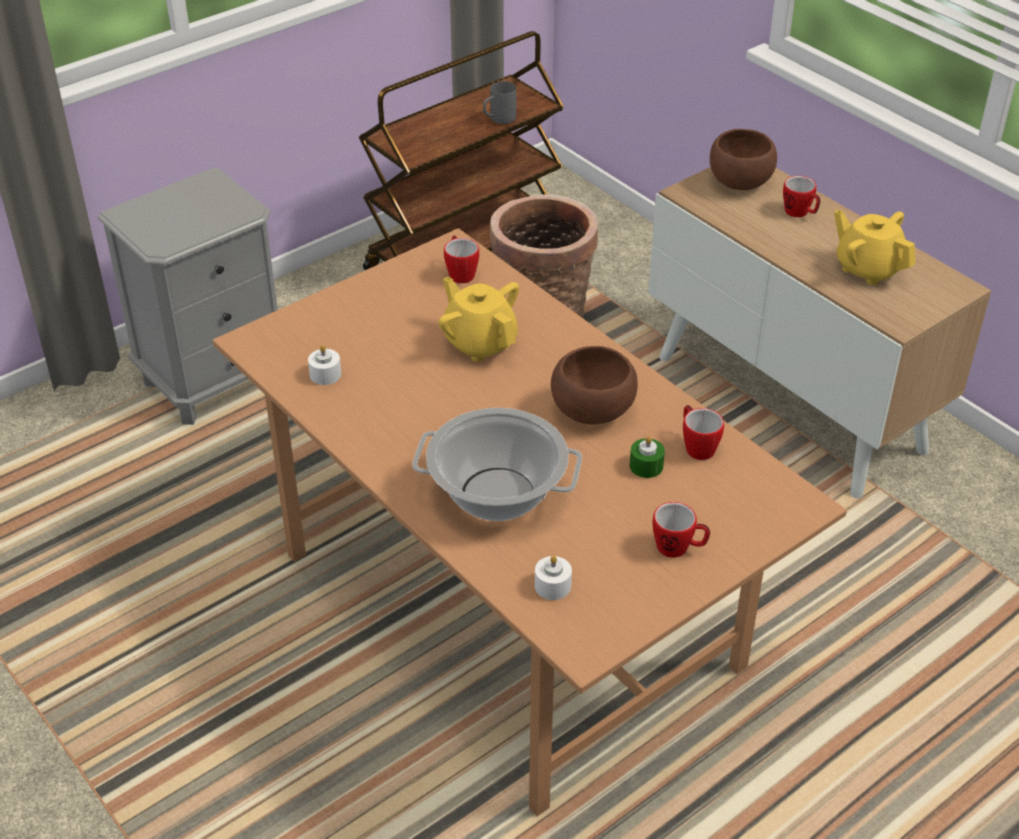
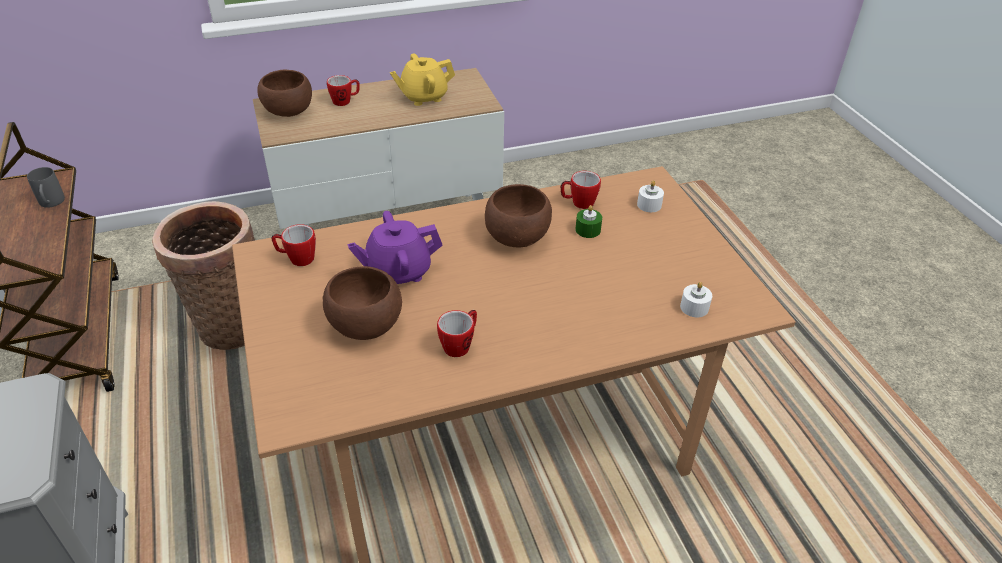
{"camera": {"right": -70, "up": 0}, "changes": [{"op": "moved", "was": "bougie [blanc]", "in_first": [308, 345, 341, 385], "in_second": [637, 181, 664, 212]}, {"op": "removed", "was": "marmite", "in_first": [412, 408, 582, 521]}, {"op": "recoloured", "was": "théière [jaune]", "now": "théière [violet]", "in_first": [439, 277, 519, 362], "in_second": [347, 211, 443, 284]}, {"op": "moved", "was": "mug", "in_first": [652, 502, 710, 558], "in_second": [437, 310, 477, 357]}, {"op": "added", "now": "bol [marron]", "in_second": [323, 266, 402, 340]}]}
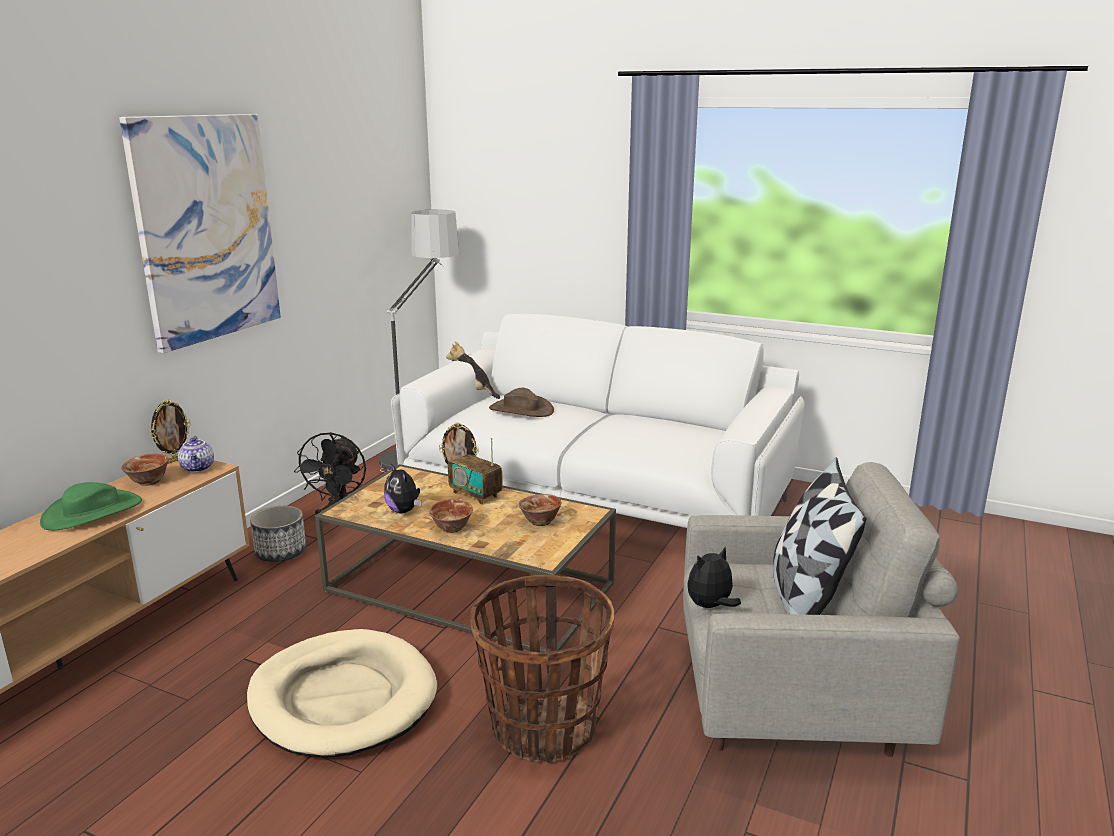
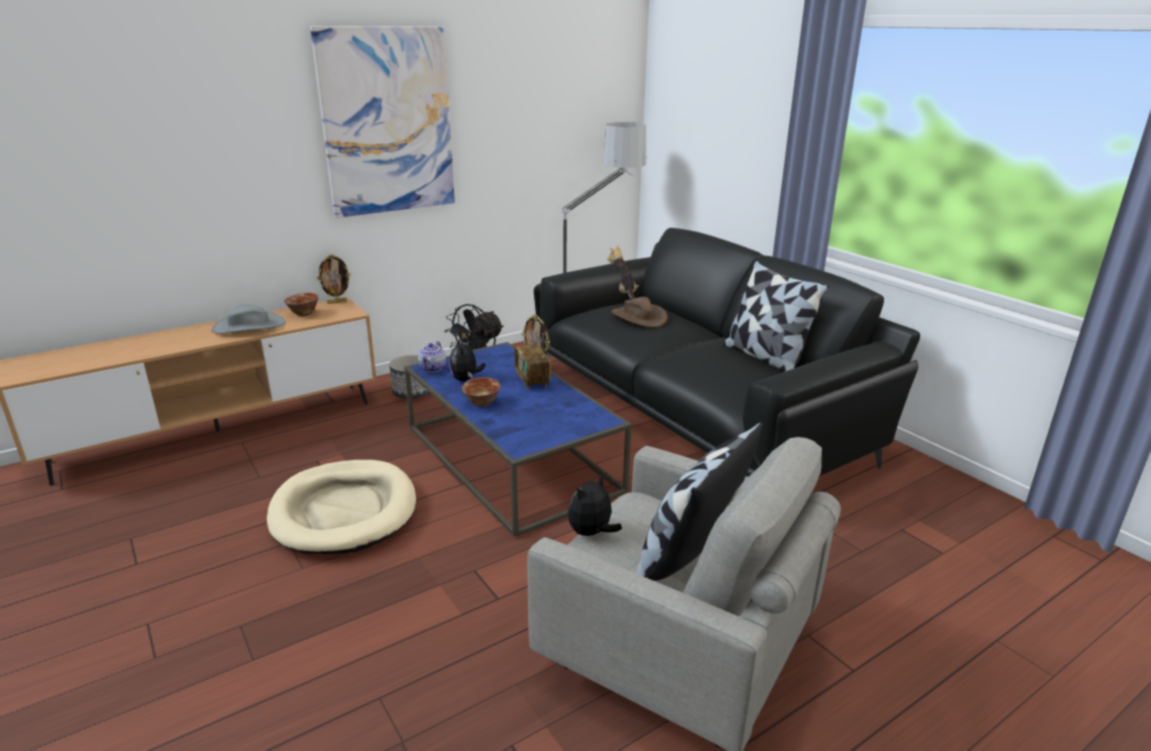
{"camera": {"right": 30, "up": 5}, "changes": [{"op": "recoloured", "was": "chapeau [vert]", "now": "chapeau [gris]", "in_first": [40, 482, 142, 530], "in_second": [211, 304, 286, 334]}, {"op": "moved", "was": "théière", "in_first": [178, 436, 214, 473], "in_second": [418, 341, 446, 372]}, {"op": "recoloured", "was": "table basse [marron]", "now": "table basse [bleu]", "in_first": [315, 464, 616, 652], "in_second": [404, 342, 631, 537]}, {"op": "recoloured", "was": "canapé [blanc]", "now": "canapé [noir]", "in_first": [391, 314, 804, 528], "in_second": [534, 228, 920, 477]}, {"op": "removed", "was": "panier", "in_first": [470, 575, 614, 763]}, {"op": "removed", "was": "bol", "in_first": [519, 494, 561, 526]}, {"op": "turned", "was": "peluche", "in_first": [688, 547, 741, 608], "in_second": [568, 474, 622, 536], "clockwise": -45}, {"op": "added", "now": "coussin", "in_second": [724, 261, 829, 372]}]}
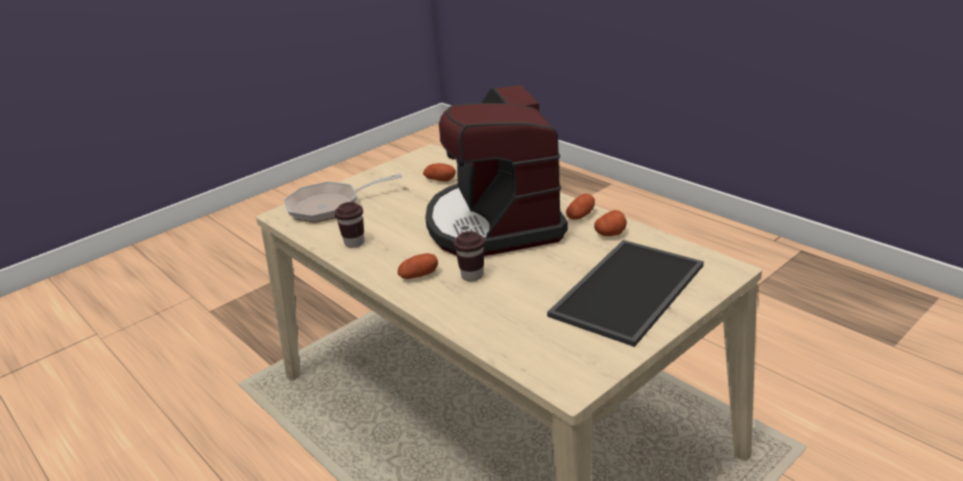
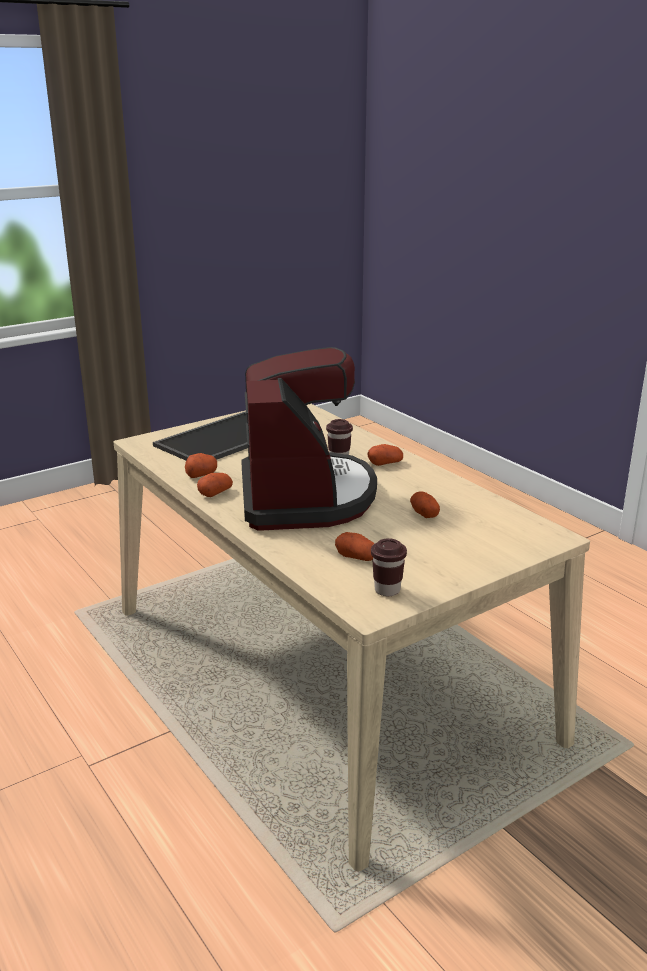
{"camera": {"right": -175, "up": -5}, "changes": [{"op": "removed", "was": "poêle", "in_first": [284, 173, 403, 222]}, {"op": "moved", "was": "tasse [marron]", "in_first": [334, 202, 365, 248], "in_second": [371, 538, 407, 596]}, {"op": "added", "now": "pomme de terre", "in_second": [410, 491, 440, 518]}]}
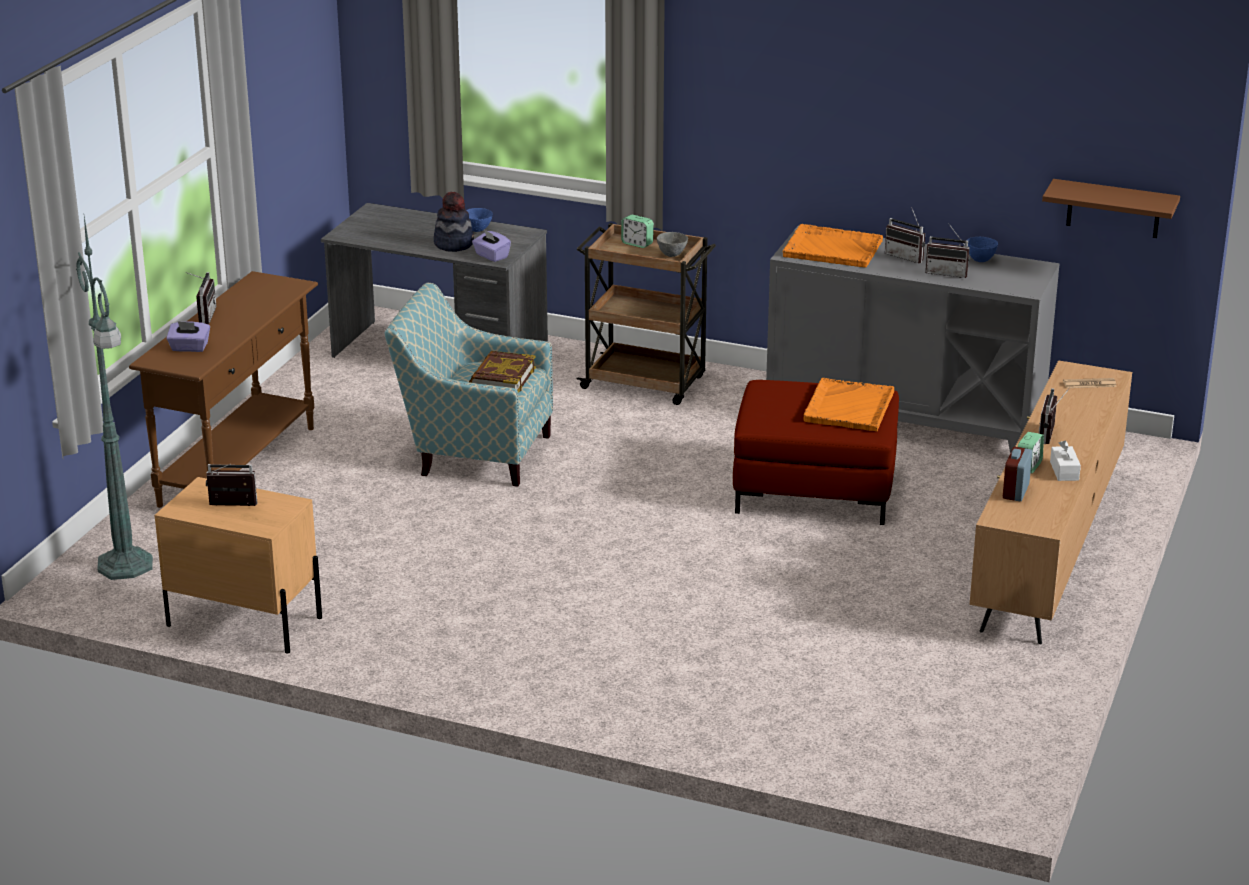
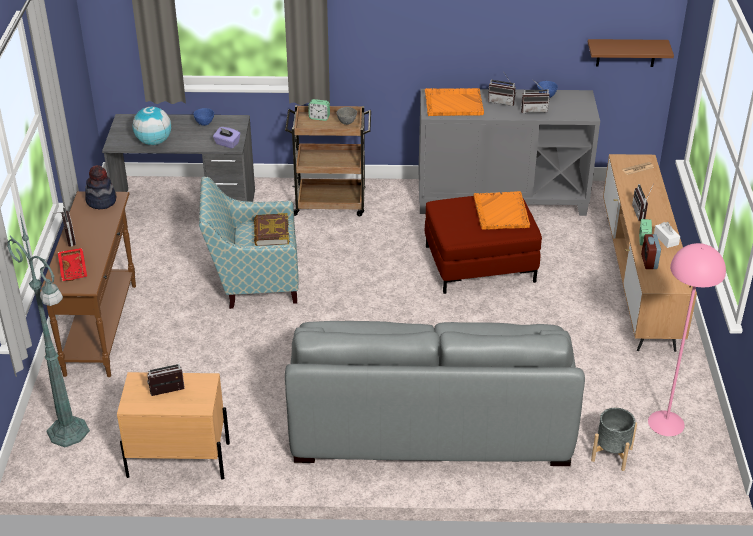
{"camera": {"right": -20, "up": 10}, "changes": [{"op": "replaced", "was": "boîte à mouchoirs [violet]", "now": "plateau [rouge]", "in_first": [166, 321, 210, 352], "in_second": [58, 248, 87, 281]}, {"op": "moved", "was": "chapeau", "in_first": [434, 192, 474, 252], "in_second": [85, 165, 116, 209]}, {"op": "added", "now": "globe", "in_second": [133, 107, 171, 145]}, {"op": "added", "now": "canapé [gris]", "in_second": [285, 321, 585, 466]}, {"op": "added", "now": "cache-pot [gris]", "in_second": [591, 408, 637, 471]}, {"op": "added", "now": "lampadaire [rose]", "in_second": [648, 243, 726, 436]}]}
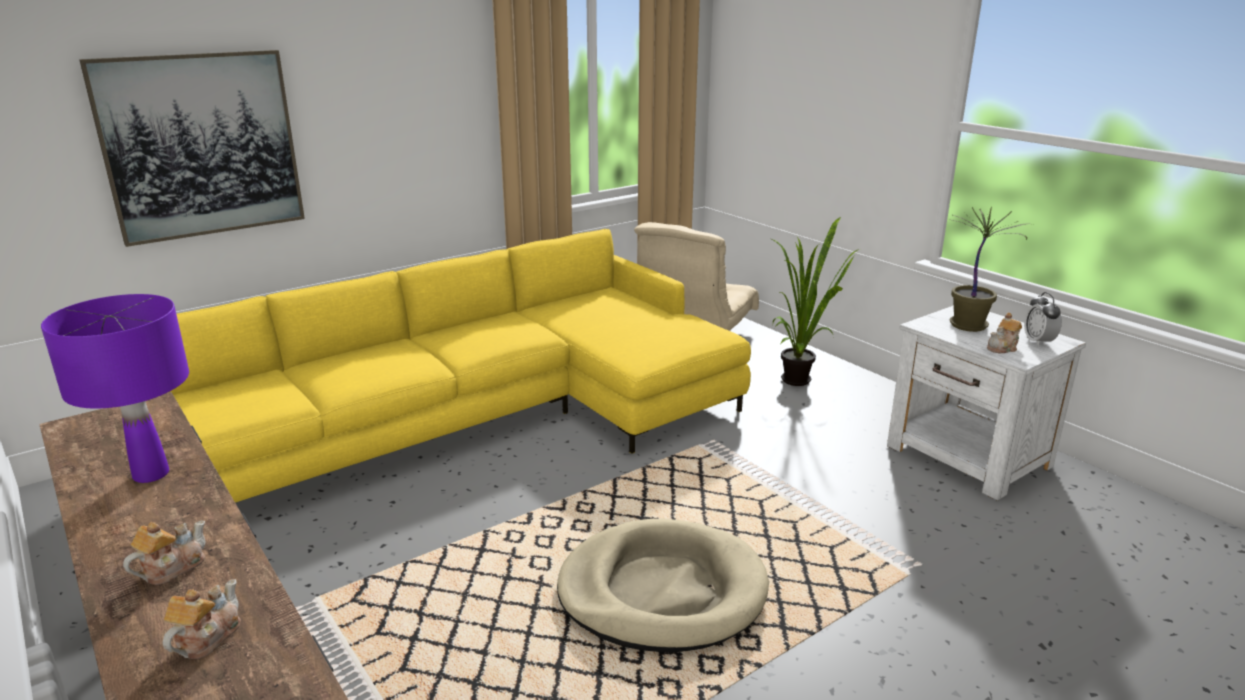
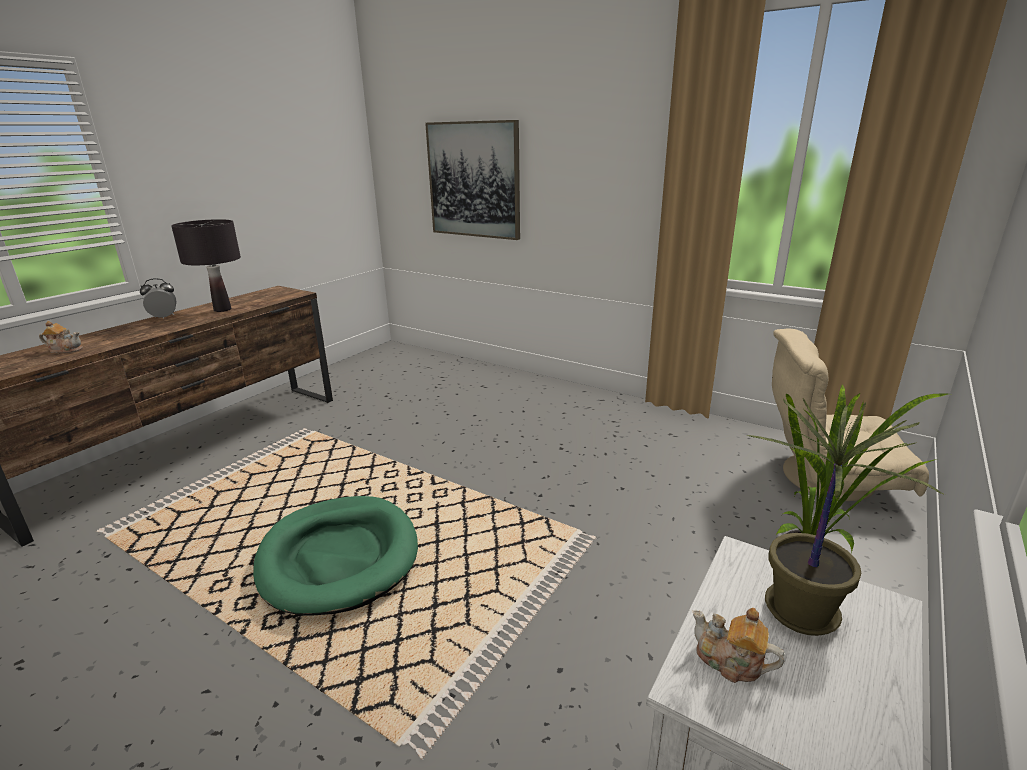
{"camera": {"right": 70, "up": 0}, "changes": [{"op": "recoloured", "was": "lampe de table [violet]", "now": "lampe de table [noir]", "in_first": [41, 294, 189, 483], "in_second": [171, 219, 241, 312]}, {"op": "removed", "was": "théière", "in_first": [123, 520, 205, 585]}, {"op": "removed", "was": "canapé [jaune]", "in_first": [170, 229, 751, 503]}, {"op": "recoloured", "was": "panier pour chien [beige]", "now": "panier pour chien [vert]", "in_first": [557, 519, 769, 652], "in_second": [253, 496, 418, 616]}, {"op": "moved", "was": "réveil", "in_first": [1024, 292, 1062, 346], "in_second": [140, 278, 177, 318]}]}
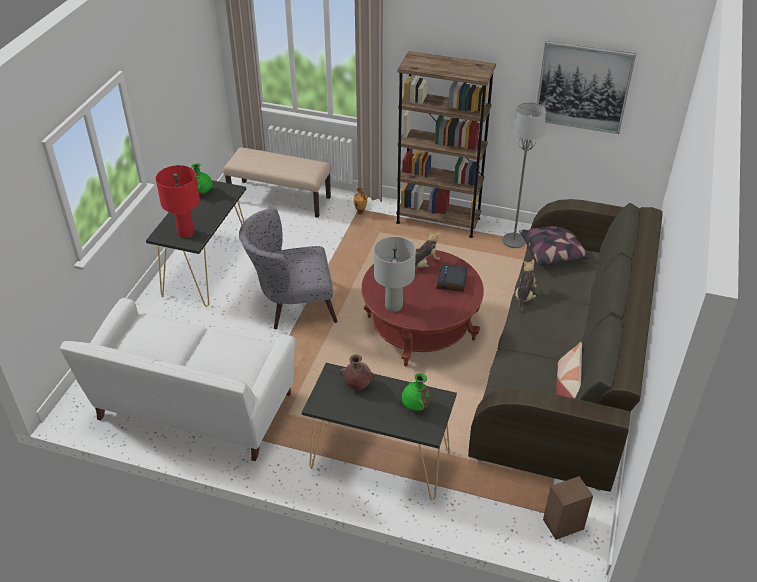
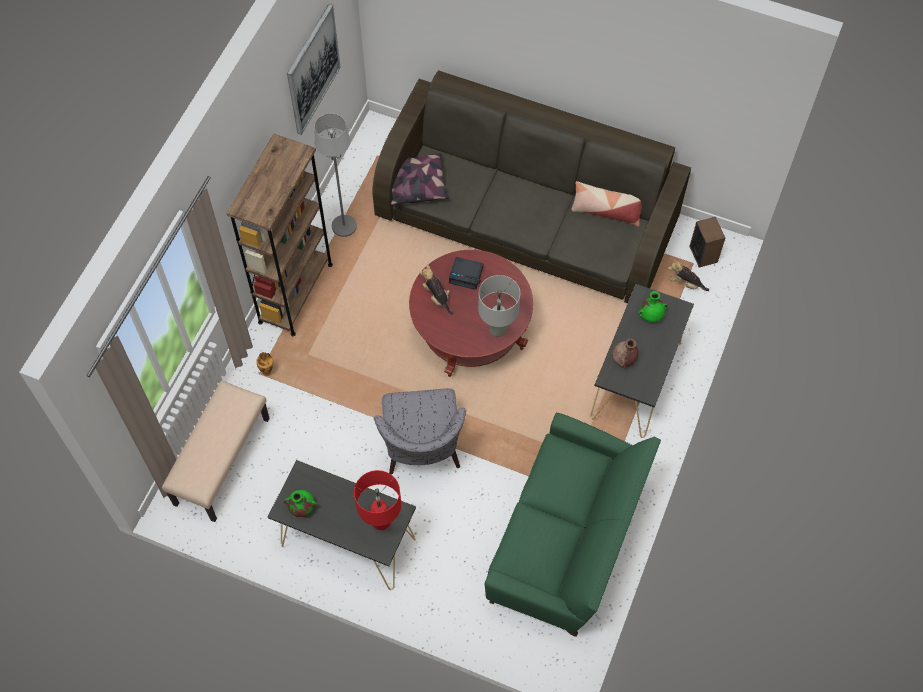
{"camera": {"right": -85, "up": 20}, "changes": [{"op": "recoloured", "was": "canapé [blanc]", "now": "canapé [vert]", "in_first": [60, 298, 295, 461], "in_second": [484, 412, 661, 637]}, {"op": "moved", "was": "peluche", "in_first": [515, 259, 536, 313], "in_second": [668, 259, 709, 291]}]}
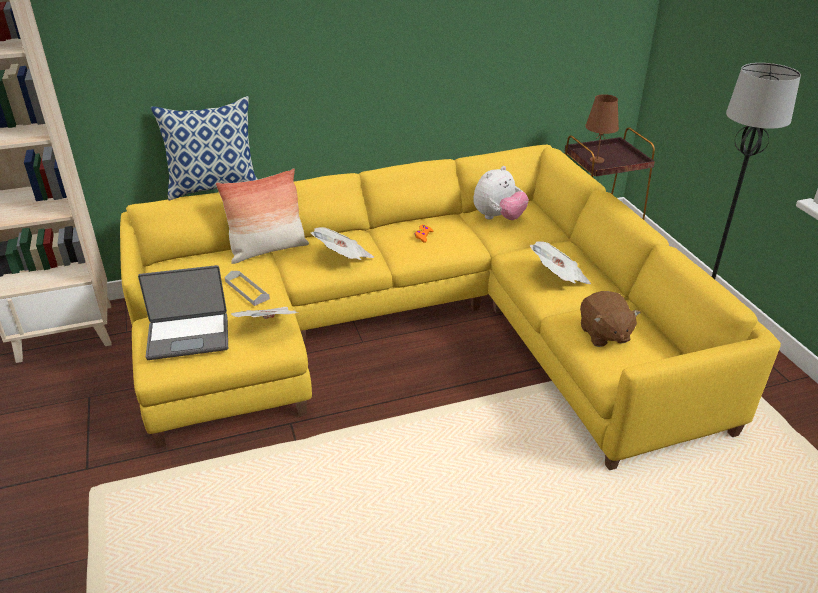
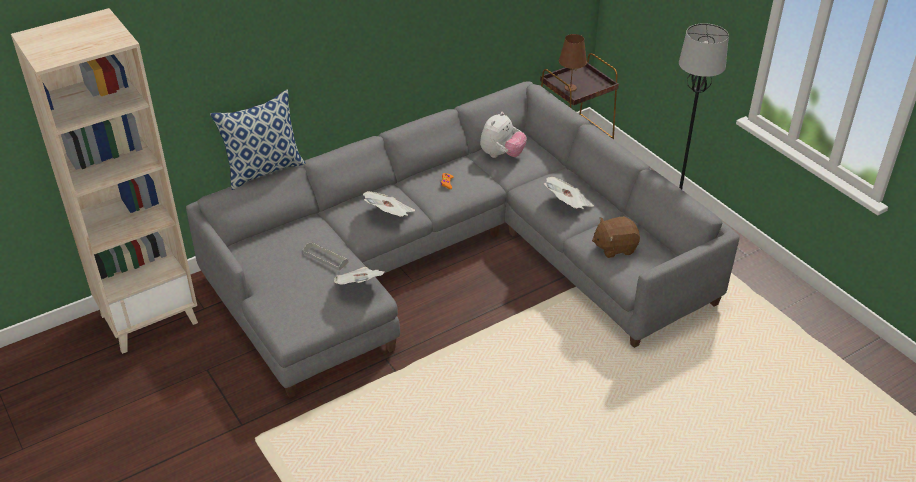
{"camera": {"right": -15, "up": 5}, "changes": [{"op": "recoloured", "was": "canapé [jaune]", "now": "canapé [gris]", "in_first": [120, 145, 781, 470], "in_second": [186, 81, 740, 398]}, {"op": "removed", "was": "ordinateur portable", "in_first": [138, 265, 228, 360]}, {"op": "removed", "was": "coussin", "in_first": [216, 168, 309, 264]}, {"op": "turned", "was": "peluche [marron]", "in_first": [580, 291, 641, 347], "in_second": [592, 217, 640, 258], "clockwise": 105}]}
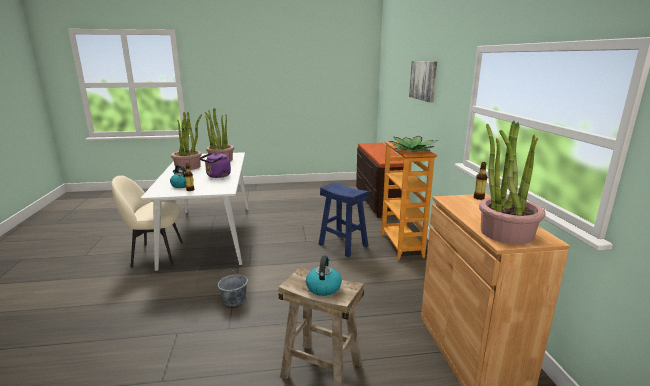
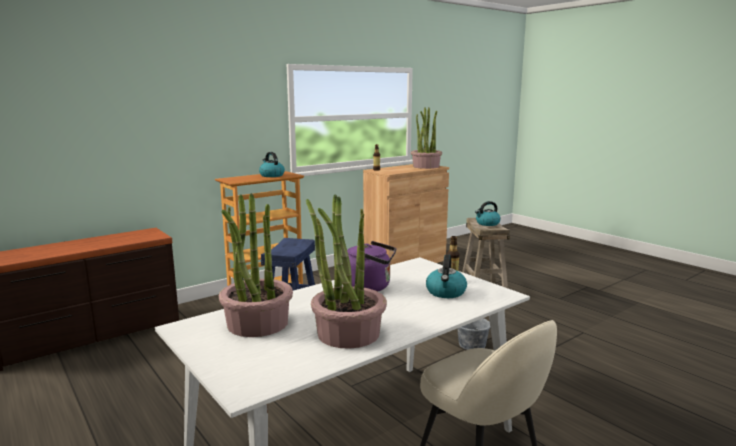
{"camera": {"right": -120, "up": -5}, "changes": [{"op": "replaced", "was": "plante en pot", "now": "bouilloire", "in_first": [388, 136, 436, 152], "in_second": [259, 152, 285, 177]}, {"op": "removed", "was": "tableau", "in_first": [409, 61, 437, 103]}]}
